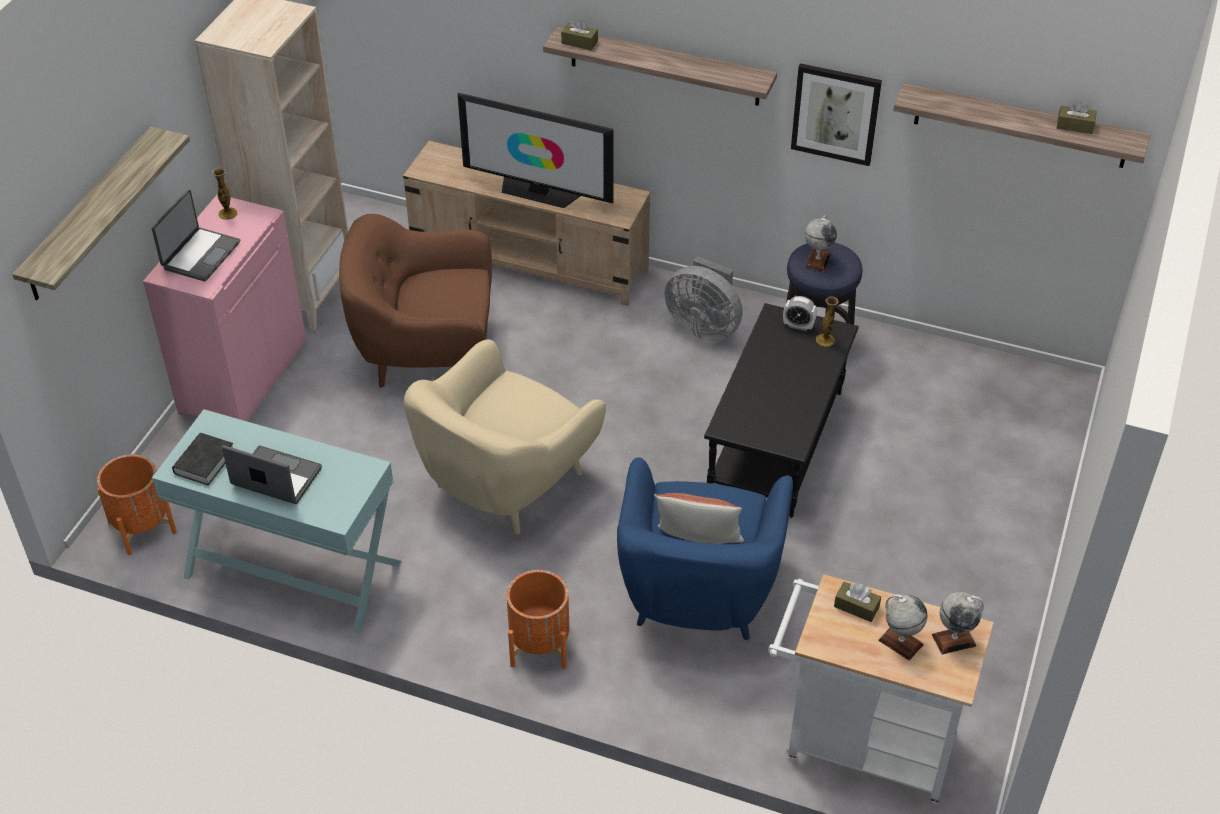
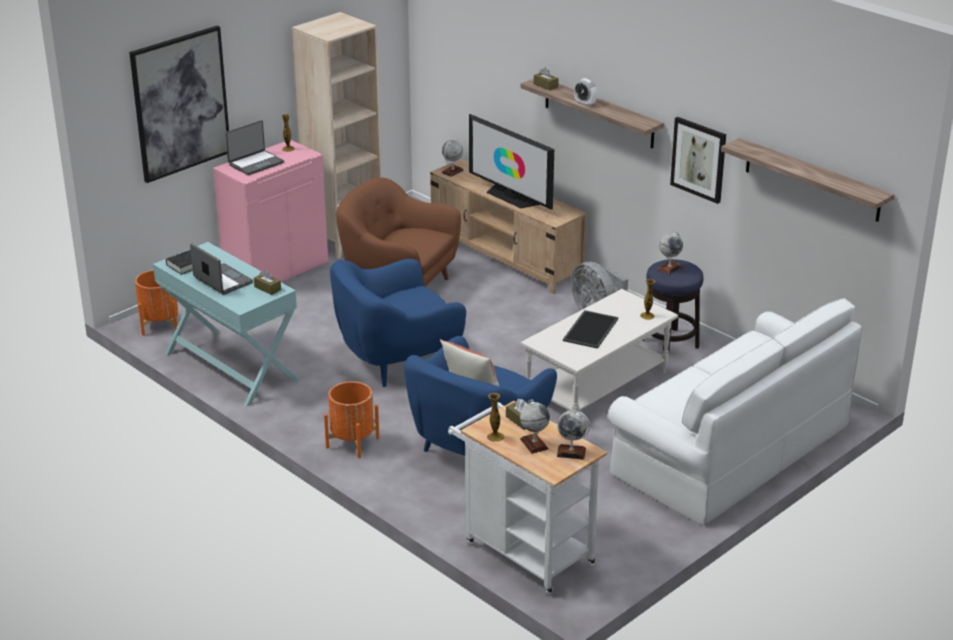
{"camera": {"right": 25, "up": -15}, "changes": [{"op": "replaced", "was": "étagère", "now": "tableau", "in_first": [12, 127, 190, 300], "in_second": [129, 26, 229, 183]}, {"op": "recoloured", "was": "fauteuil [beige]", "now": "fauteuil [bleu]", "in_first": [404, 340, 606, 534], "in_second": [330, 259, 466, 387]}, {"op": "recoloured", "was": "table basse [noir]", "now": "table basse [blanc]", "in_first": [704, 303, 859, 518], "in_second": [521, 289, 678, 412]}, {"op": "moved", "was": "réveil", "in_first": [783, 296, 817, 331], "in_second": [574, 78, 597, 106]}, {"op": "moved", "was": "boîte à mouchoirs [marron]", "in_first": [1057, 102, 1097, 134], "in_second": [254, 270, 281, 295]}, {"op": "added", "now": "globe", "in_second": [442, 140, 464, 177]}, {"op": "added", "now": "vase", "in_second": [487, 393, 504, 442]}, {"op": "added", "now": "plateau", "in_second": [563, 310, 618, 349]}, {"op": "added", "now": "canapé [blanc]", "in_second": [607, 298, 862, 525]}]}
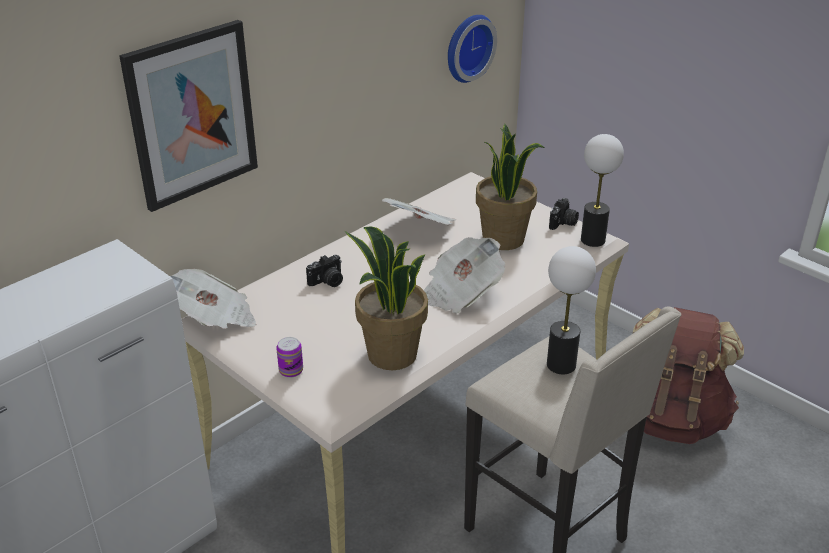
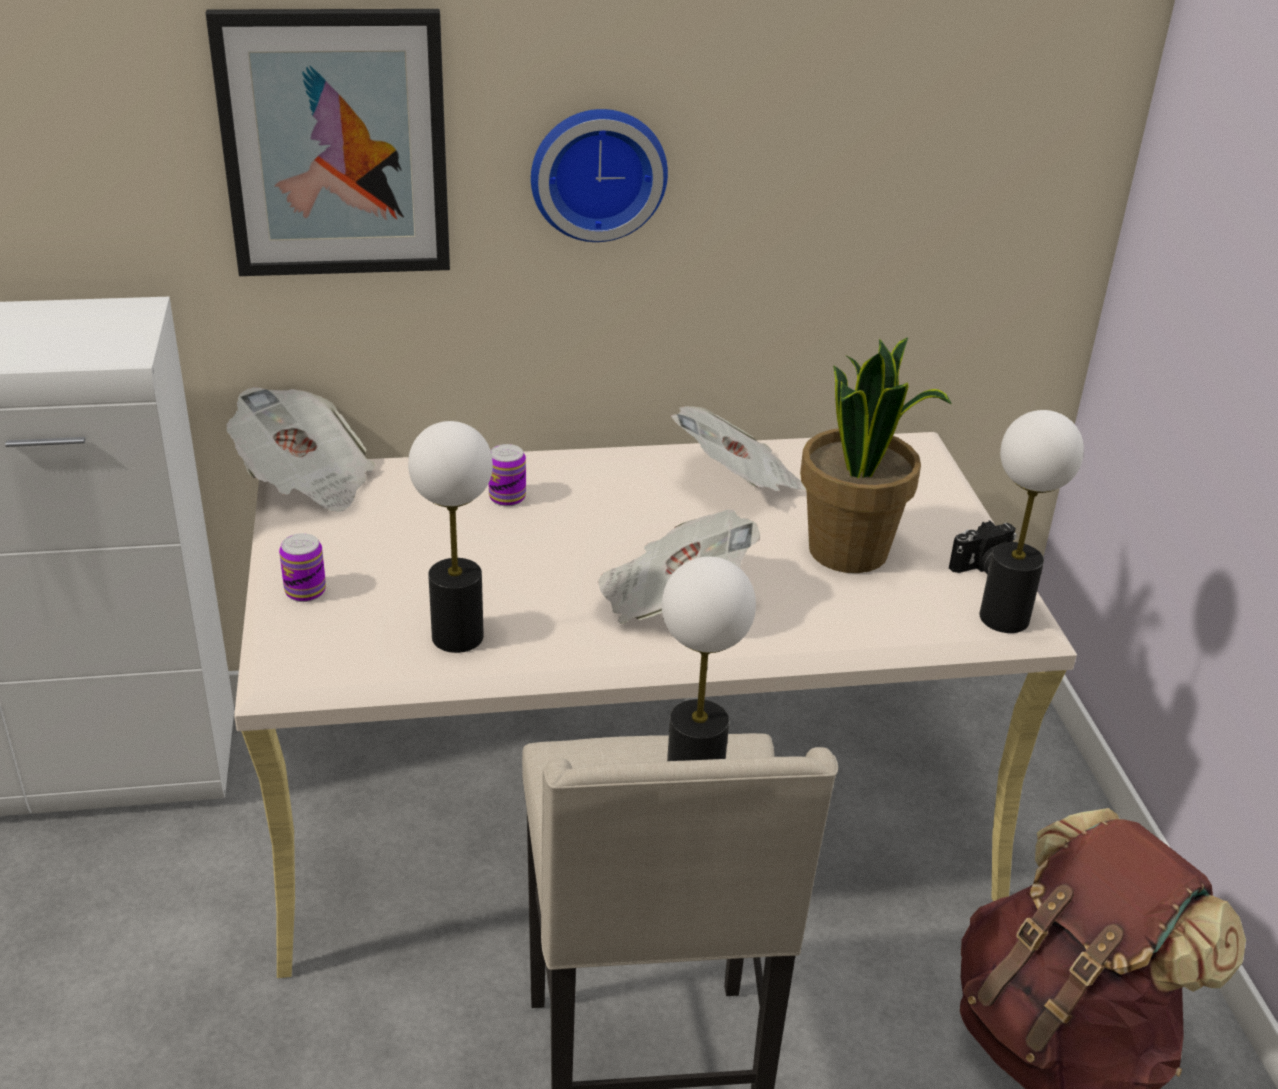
{"camera": {"right": 35, "up": 0}, "changes": [{"op": "replaced", "was": "appareil photo", "now": "boîte métallique", "in_first": [306, 255, 343, 287], "in_second": [489, 444, 526, 507]}, {"op": "replaced", "was": "plante en pot", "now": "lampe de table", "in_first": [345, 226, 428, 370], "in_second": [408, 421, 493, 653]}, {"op": "moved", "was": "horloge murale", "in_first": [448, 15, 497, 83], "in_second": [531, 109, 668, 242]}]}
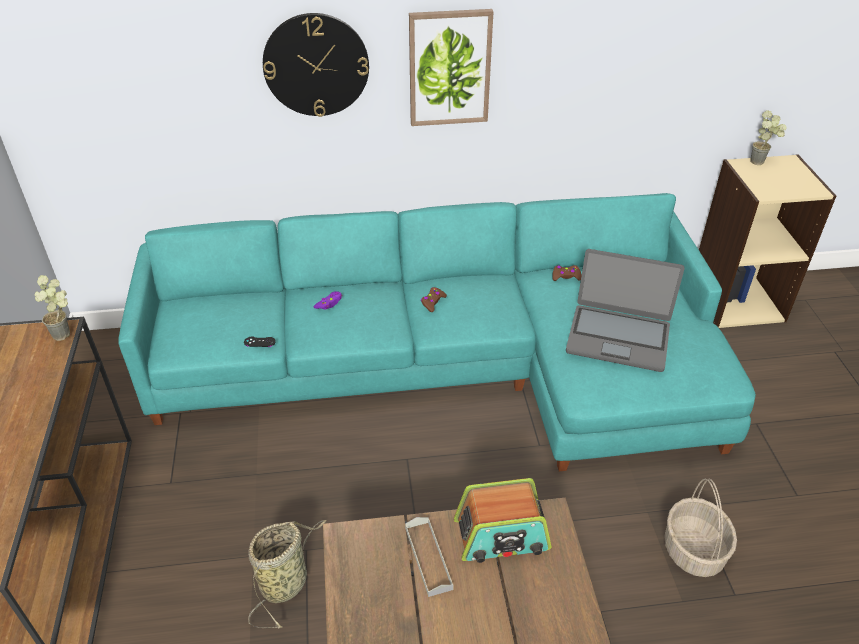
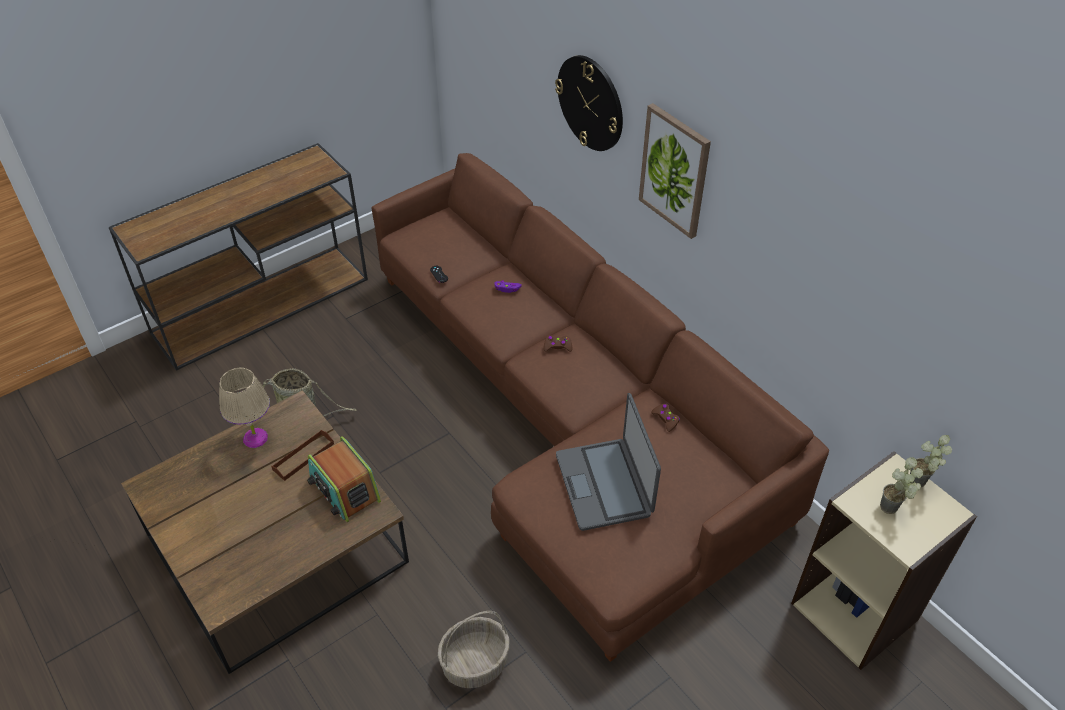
{"camera": {"right": 60, "up": 5}, "changes": [{"op": "moved", "was": "plante en pot", "in_first": [35, 275, 70, 341], "in_second": [880, 457, 923, 514]}, {"op": "recoloured", "was": "canapé [turquoise]", "now": "canapé [marron]", "in_first": [118, 193, 756, 471], "in_second": [371, 153, 829, 662]}, {"op": "recoloured", "was": "plateau [gris]", "now": "plateau [marron]", "in_first": [405, 517, 454, 597], "in_second": [271, 430, 334, 481]}, {"op": "added", "now": "lampe de table [beige]", "in_second": [219, 367, 270, 448]}]}
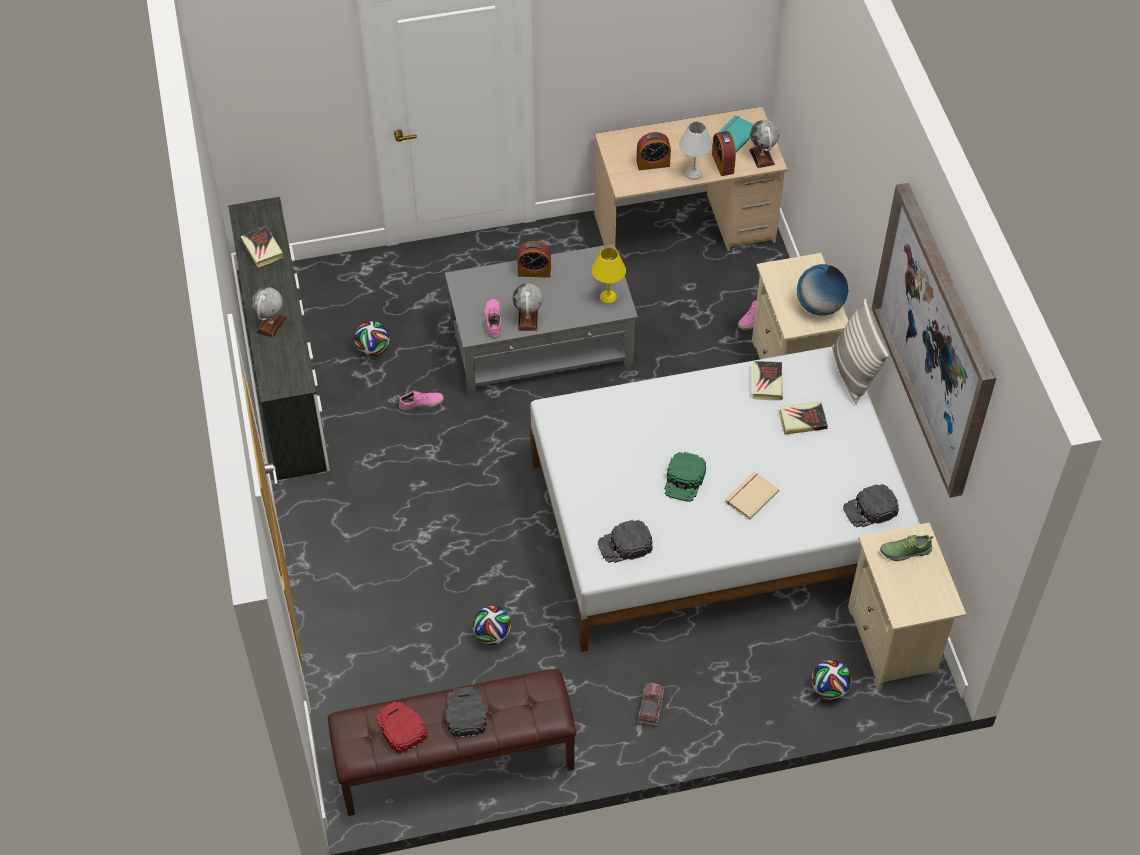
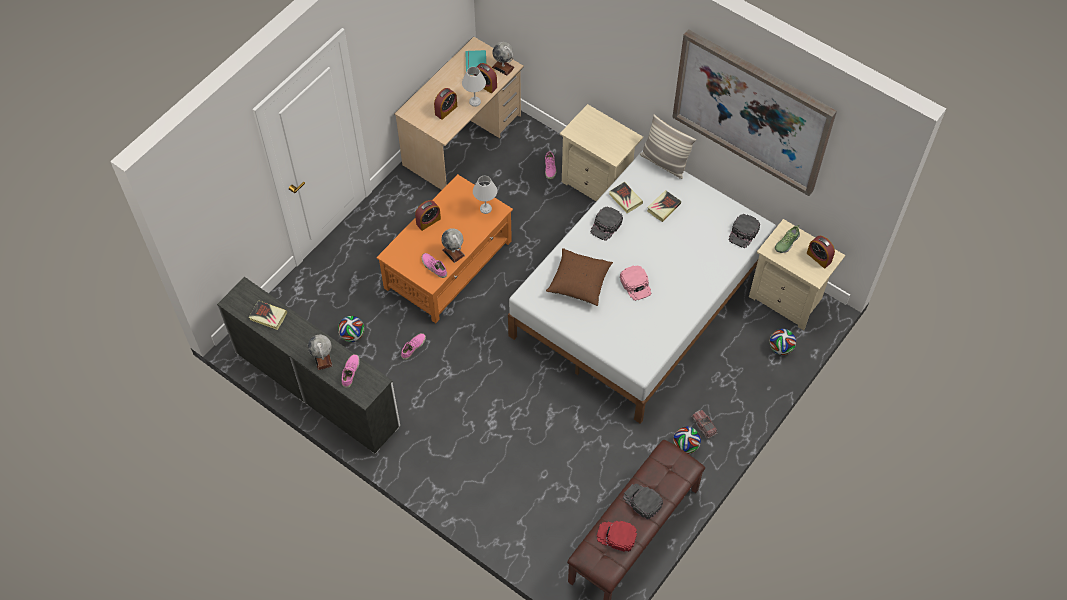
{"camera": {"right": -40, "up": 5}, "changes": [{"op": "recoloured", "was": "table basse [gris]", "now": "table basse [orange]", "in_first": [445, 244, 638, 395], "in_second": [376, 174, 513, 323]}, {"op": "moved", "was": "ballon de foot", "in_first": [473, 606, 512, 645], "in_second": [673, 427, 701, 454]}, {"op": "recoloured", "was": "lampe de table [jaune]", "now": "lampe de table [blanc]", "in_first": [592, 247, 626, 304], "in_second": [473, 176, 497, 214]}, {"op": "moved", "was": "casquette [noir]", "in_first": [597, 520, 653, 563], "in_second": [590, 207, 623, 241]}, {"op": "recoloured", "was": "casquette [vert]", "now": "casquette [rose]", "in_first": [664, 452, 706, 502], "in_second": [620, 265, 651, 301]}, {"op": "removed", "was": "livre [beige]", "in_first": [725, 471, 779, 520]}, {"op": "removed", "was": "globe", "in_first": [797, 264, 848, 316]}, {"op": "added", "now": "chaussure [rose]", "in_second": [342, 354, 360, 388]}, {"op": "added", "now": "coussin [marron]", "in_second": [546, 248, 613, 306]}, {"op": "added", "now": "réveil", "in_second": [807, 236, 835, 268]}]}
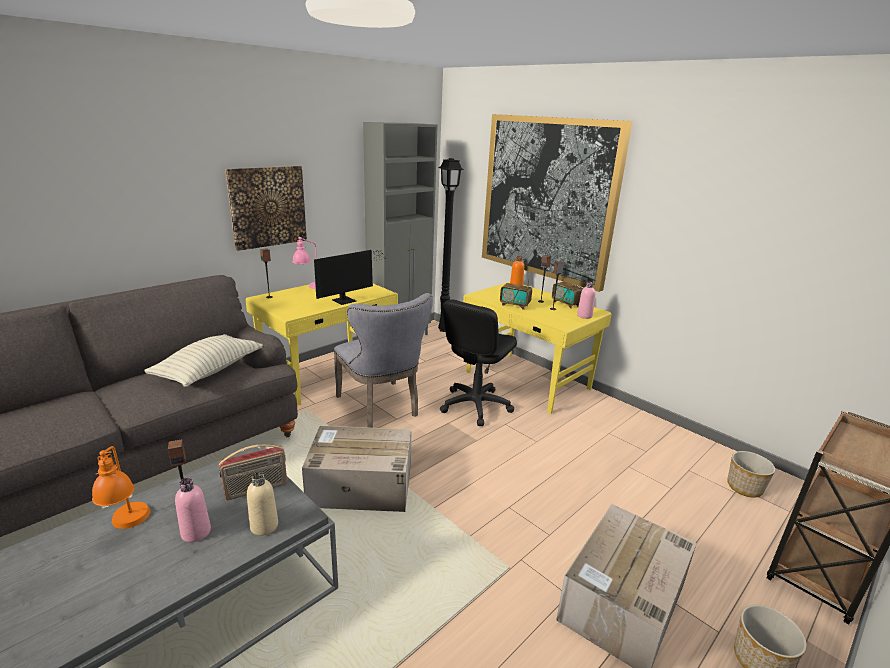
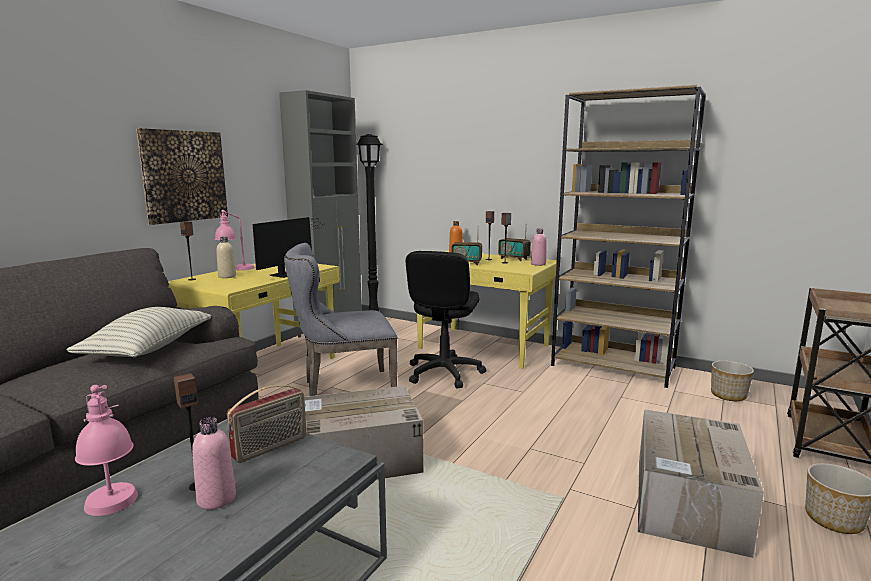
{"camera": {"right": -15, "up": -10}, "changes": [{"op": "recoloured", "was": "lampe de table [orange]", "now": "lampe de table [rose]", "in_first": [92, 446, 151, 529], "in_second": [75, 385, 138, 516]}, {"op": "moved", "was": "bouteille [beige]", "in_first": [247, 472, 278, 536], "in_second": [216, 237, 236, 278]}, {"op": "turned", "was": "chaise [gris]", "in_first": [334, 293, 433, 428], "in_second": [284, 243, 398, 396], "clockwise": 120}, {"op": "removed", "was": "tableau", "in_first": [482, 114, 633, 292]}, {"op": "added", "now": "bibliothèque [marron]", "in_second": [551, 85, 706, 388]}]}
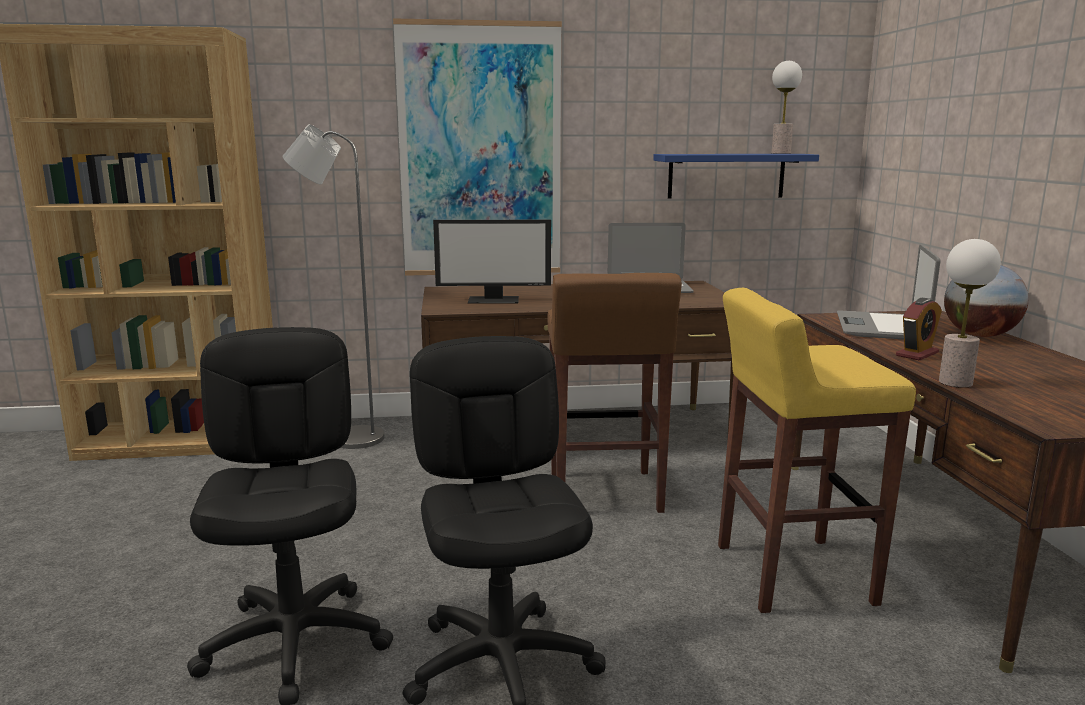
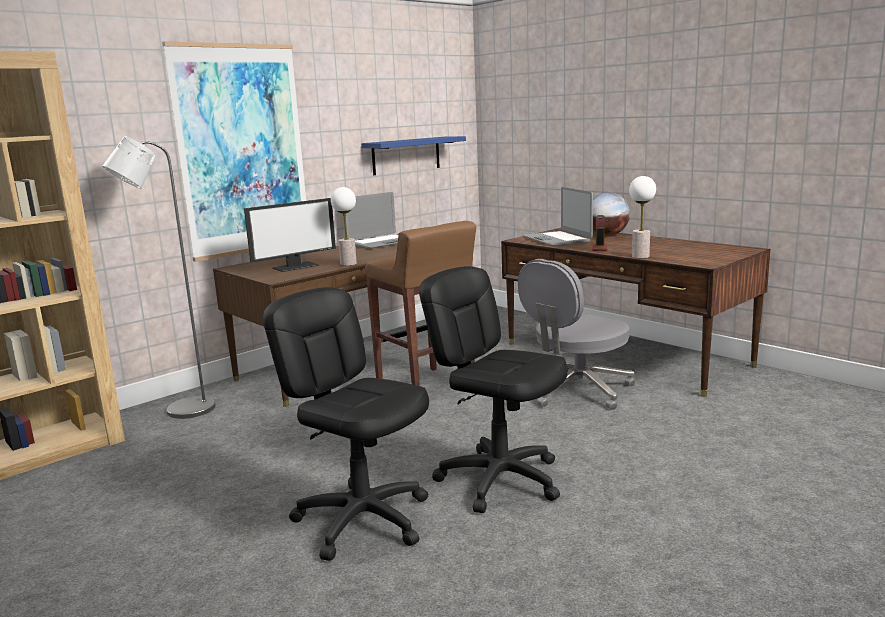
{"camera": {"right": -35, "up": 0}, "changes": [{"op": "replaced", "was": "tabouret [jaune]", "now": "chaise de bureau [gris]", "in_first": [718, 288, 916, 613], "in_second": [518, 259, 635, 410]}, {"op": "moved", "was": "lampe de table", "in_first": [772, 61, 802, 154], "in_second": [331, 187, 357, 266]}]}
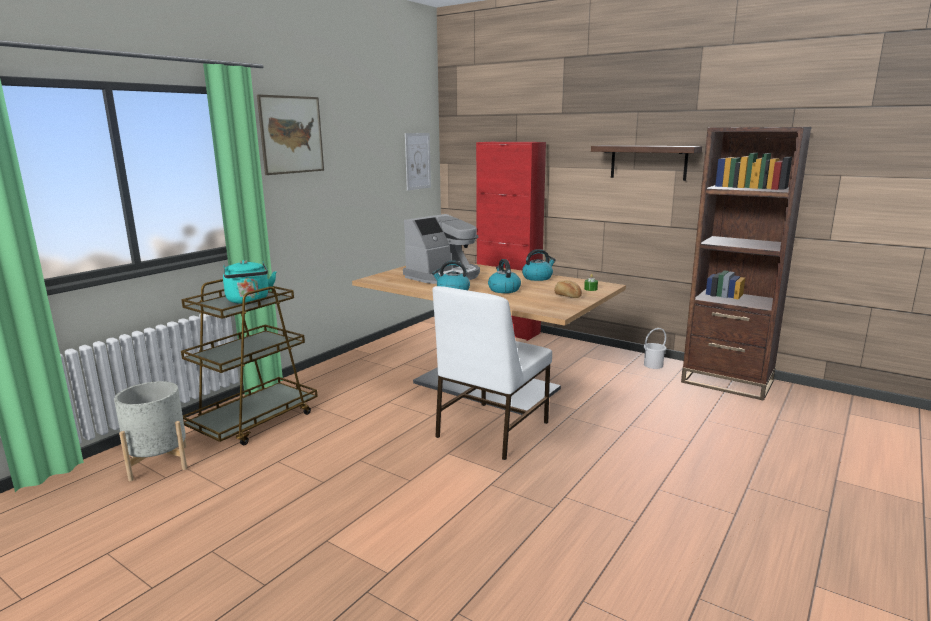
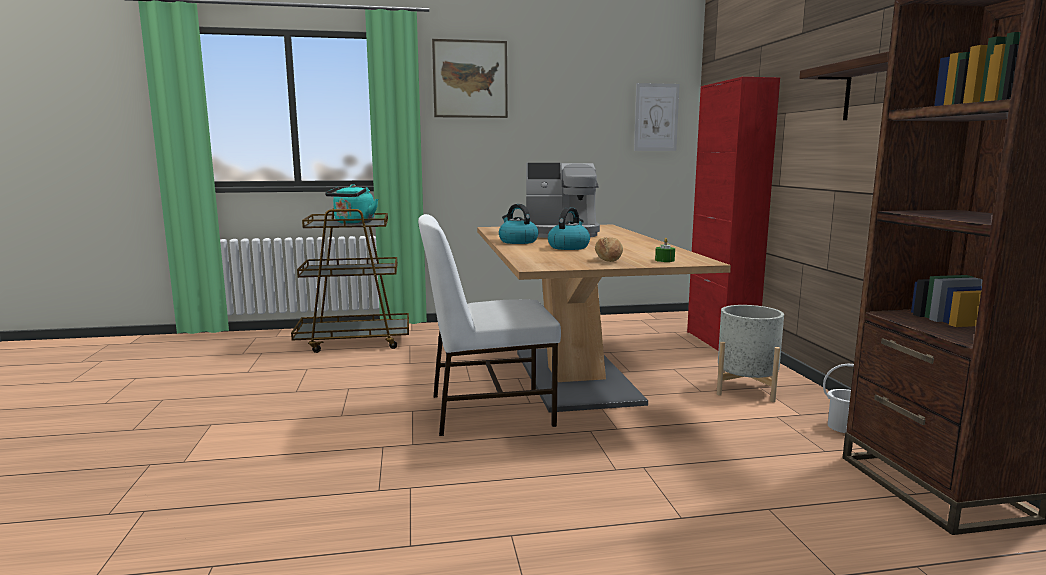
{"camera": {"right": 45, "up": -5}, "changes": [{"op": "moved", "was": "cache-pot [gris]", "in_first": [114, 381, 187, 481], "in_second": [717, 305, 784, 402]}, {"op": "removed", "was": "bouilloire", "in_first": [522, 249, 556, 281]}]}
